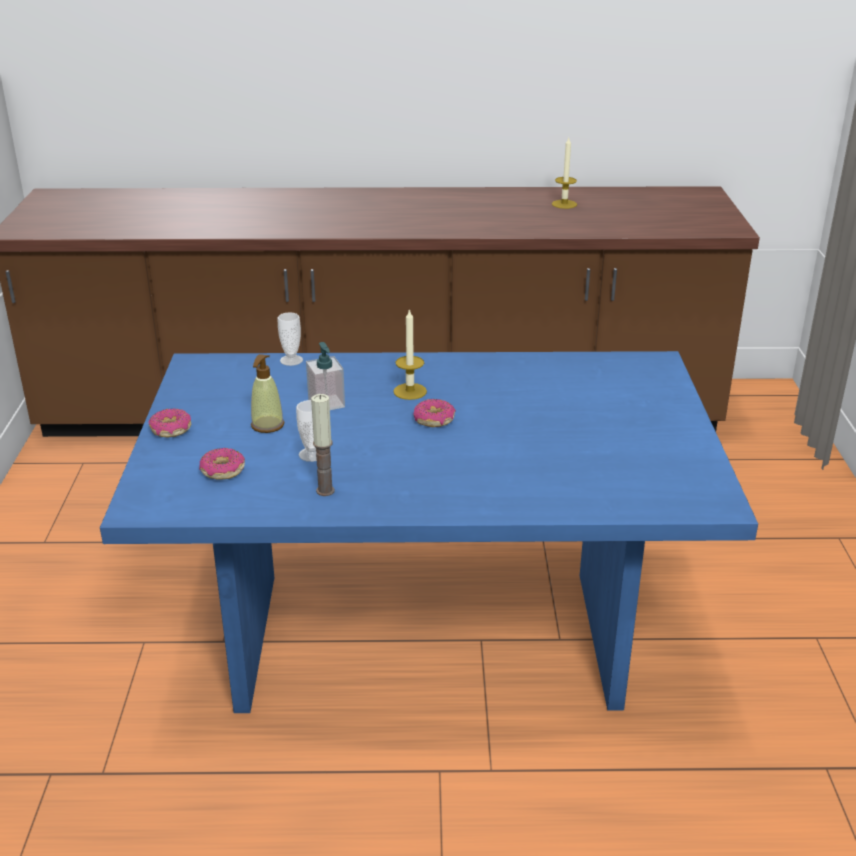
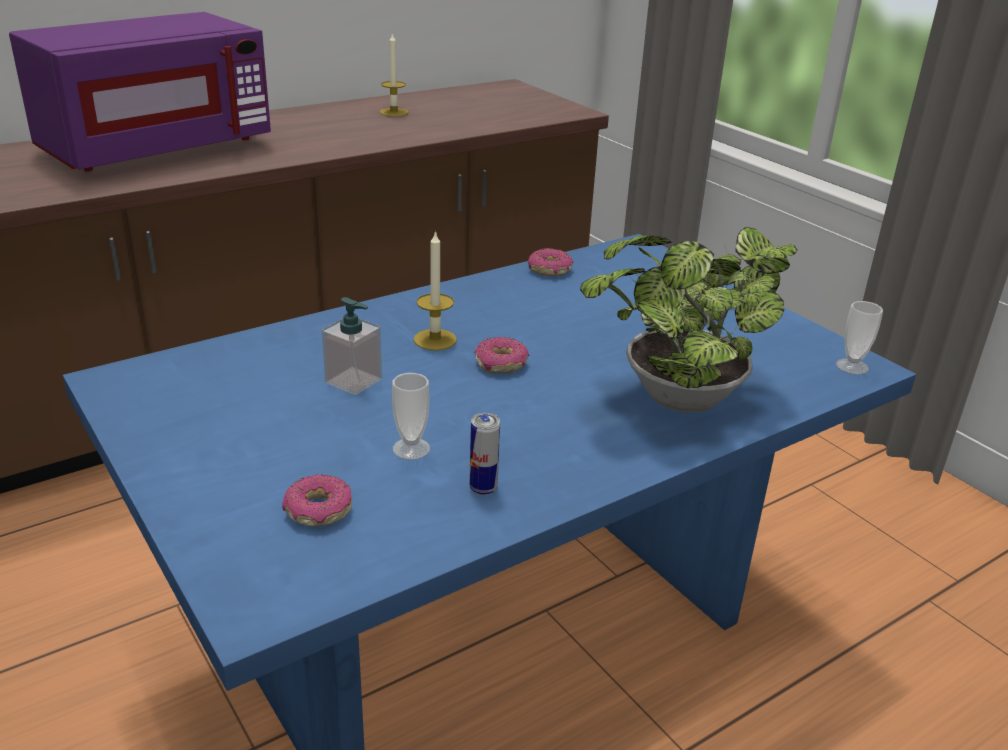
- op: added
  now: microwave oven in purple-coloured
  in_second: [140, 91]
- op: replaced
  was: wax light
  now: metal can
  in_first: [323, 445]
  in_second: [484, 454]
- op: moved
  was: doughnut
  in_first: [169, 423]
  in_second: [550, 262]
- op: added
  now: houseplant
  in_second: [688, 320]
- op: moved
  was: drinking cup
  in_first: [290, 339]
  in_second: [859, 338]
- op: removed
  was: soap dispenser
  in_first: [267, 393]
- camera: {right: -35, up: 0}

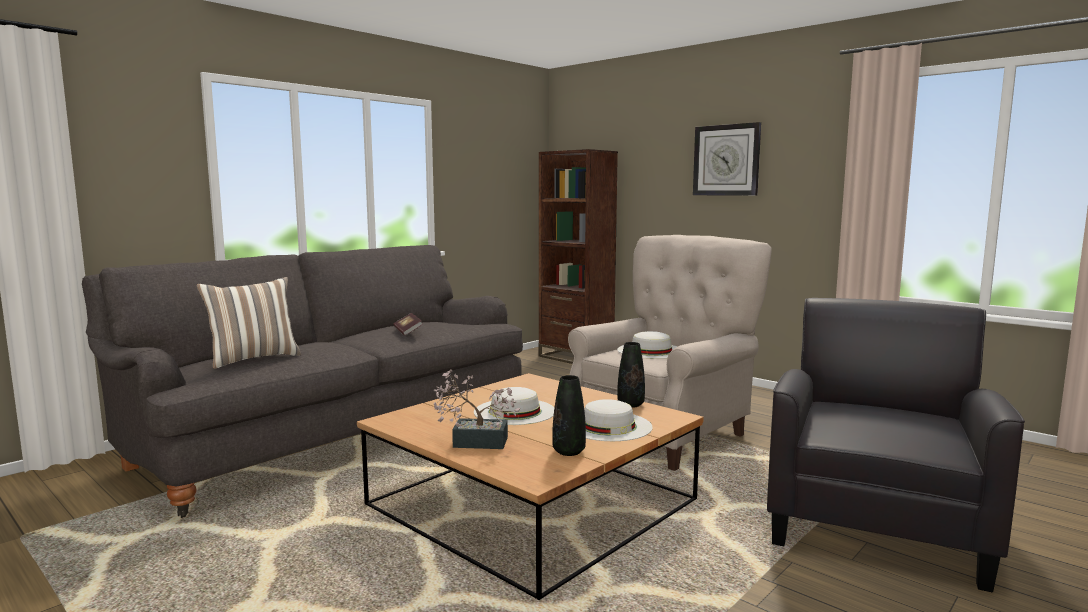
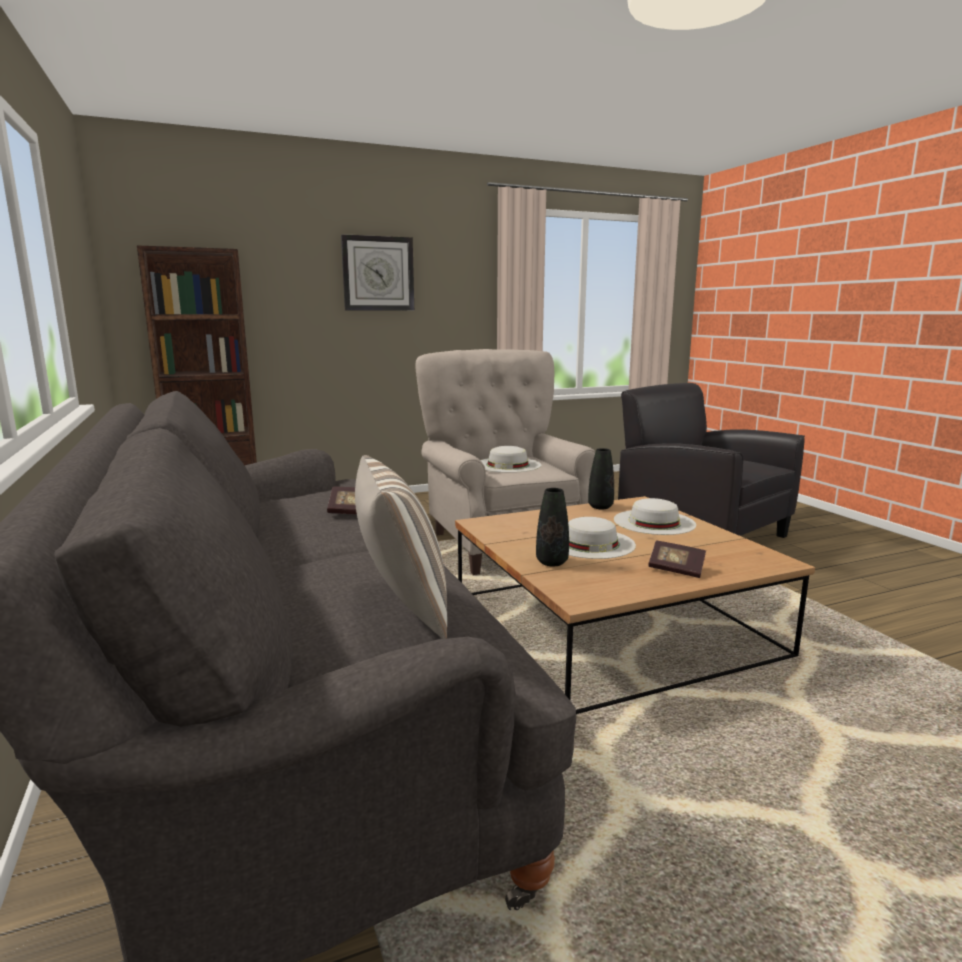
- op: moved
  was: decorative vase in blackish
  in_first: [569, 415]
  in_second: [552, 527]
- op: replaced
  was: houseplant
  now: bound book
  in_first: [477, 409]
  in_second: [677, 559]
- camera: {right: -65, up: 5}

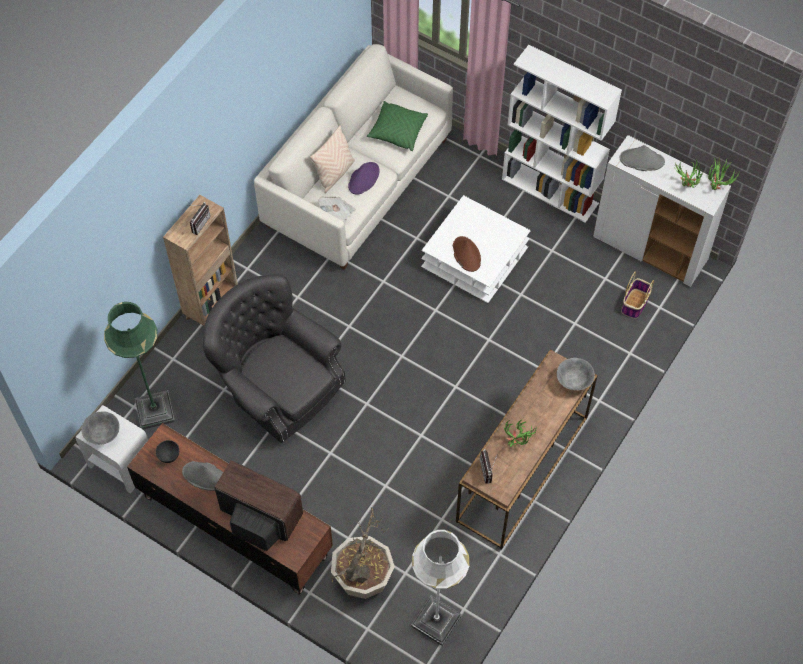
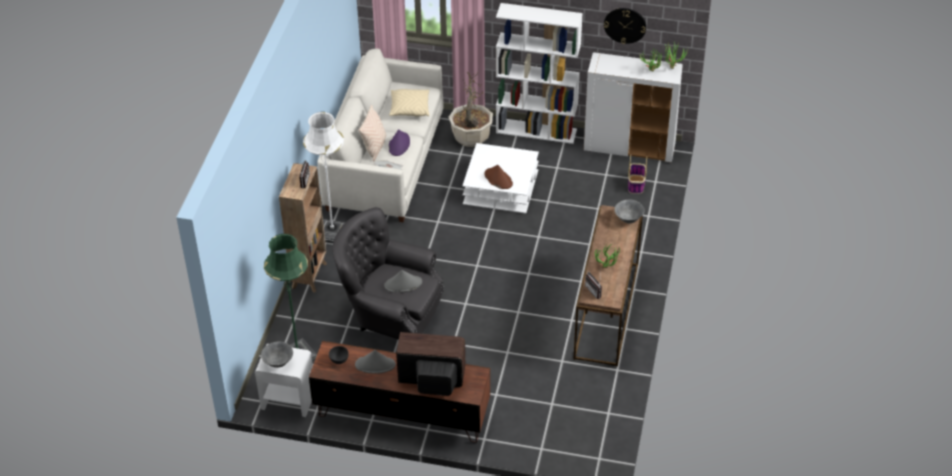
- op: moved
  was: standard lamp in white-coloured
  in_first: [440, 588]
  in_second: [324, 178]
- op: moved
  was: wearable hat in greyish
  in_first: [642, 158]
  in_second: [403, 281]
- op: recoloured
  was: throw pillow in greenish
  now: throw pillow in sand-coloured
  in_first: [397, 126]
  in_second: [409, 102]
- op: moved
  was: houseplant
  in_first: [363, 553]
  in_second: [470, 108]
- op: added
  now: wall clock
  in_second: [625, 26]
- camera: {right: -20, up: -15}

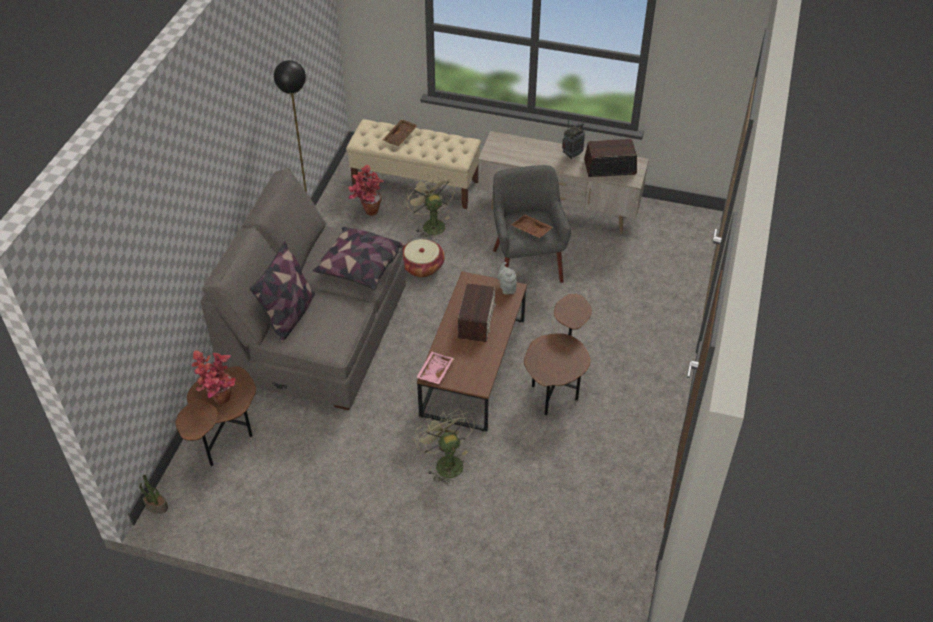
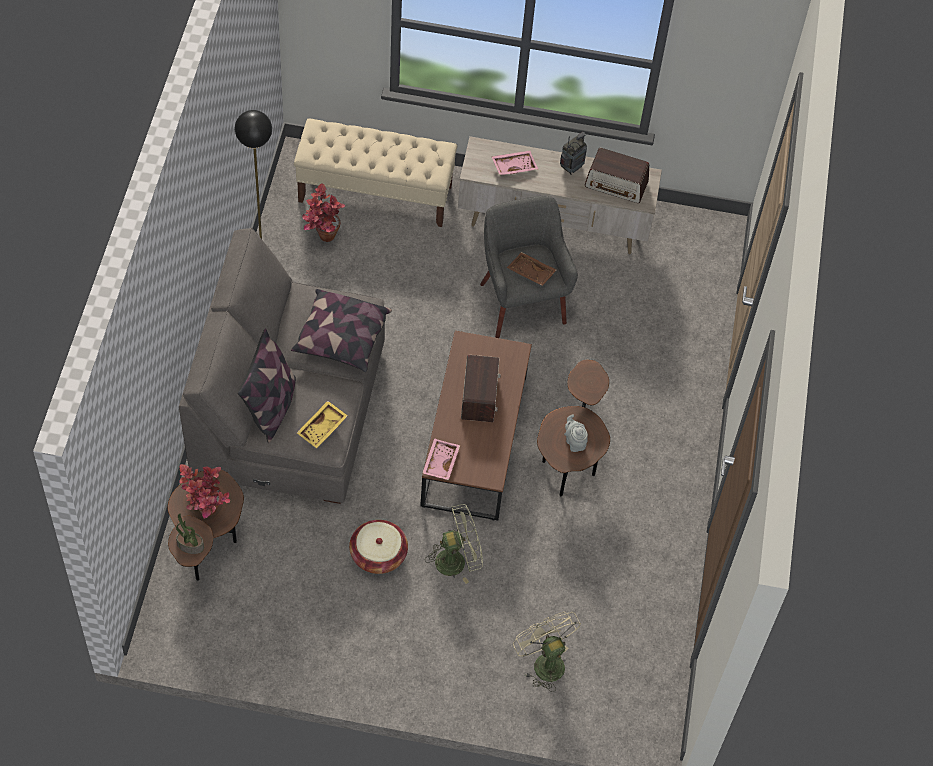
- op: moved
  was: houseplant
  in_first: [153, 494]
  in_second: [190, 534]
- op: added
  now: serving tray in yellow-coloured
  in_second: [322, 424]
- op: moved
  was: storage basket
  in_first: [423, 258]
  in_second: [378, 547]
- op: turned
  was: fan in greenish
  in_first: [445, 447]
  in_second: [454, 544]
  clockwise: 105
- op: added
  now: serving tray in pink
  in_second: [514, 163]
- op: moved
  was: fan in sand-coloured
  in_first: [430, 207]
  in_second: [547, 652]
- op: moved
  was: pot for tea in greyish
  in_first: [507, 278]
  in_second: [576, 433]
- op: turned
  was: radio set
  in_first: [610, 158]
  in_second: [617, 175]
  clockwise: -150
- op: removed
  was: serving tray in brown
  in_first: [400, 132]
- camera: {right: -10, up: 10}

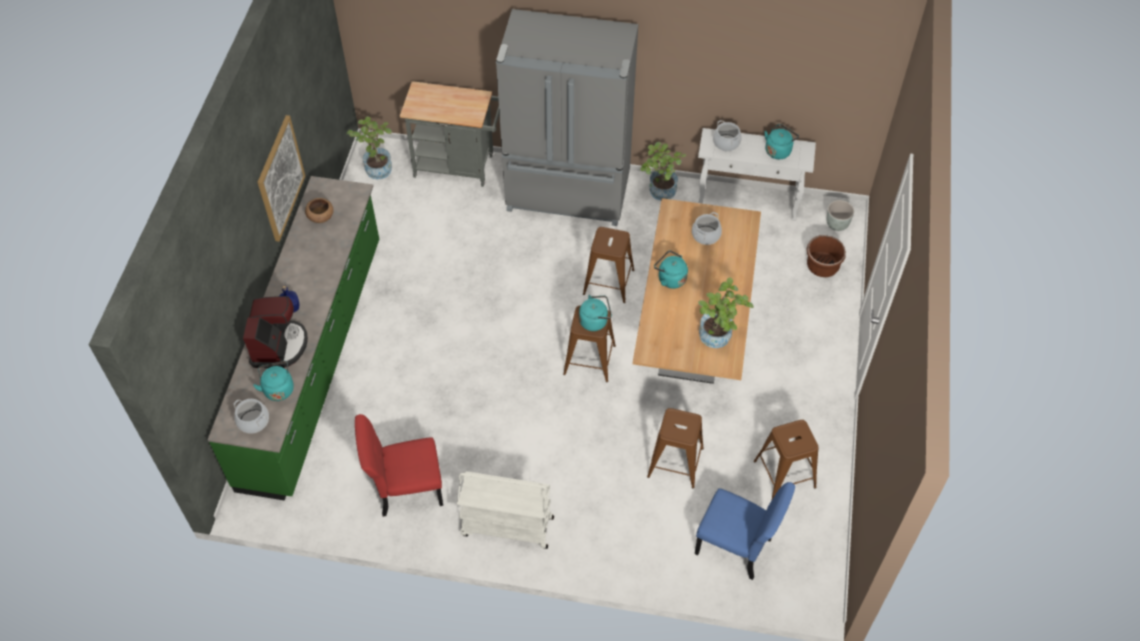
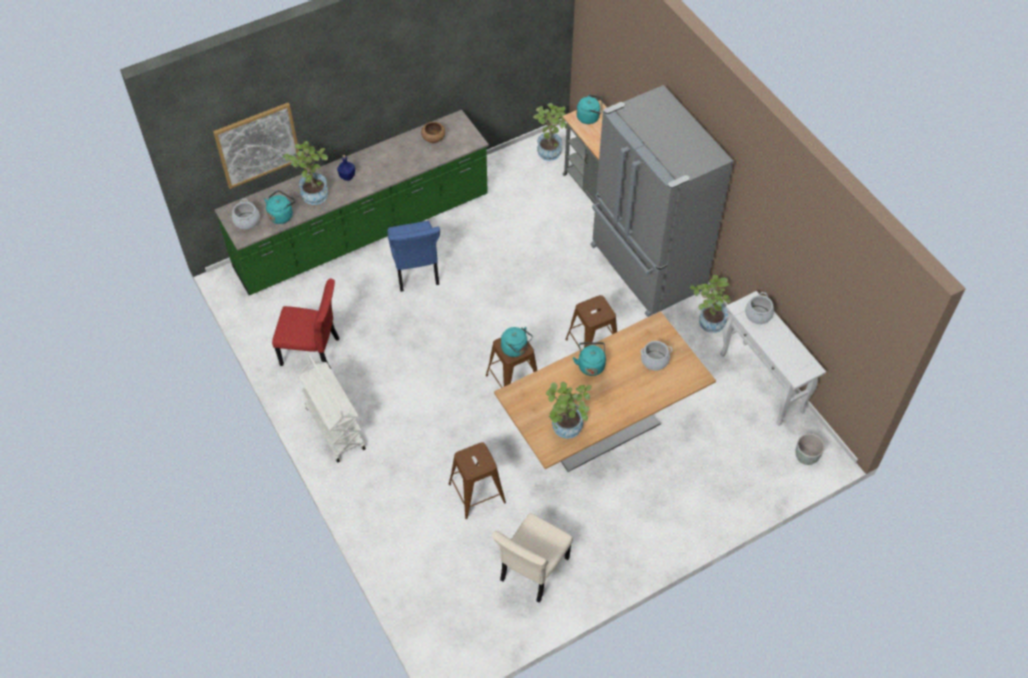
- op: moved
  was: wall art
  in_first: [281, 178]
  in_second: [256, 146]
- op: turned
  was: chair in red-coloured
  in_first: [399, 465]
  in_second: [305, 324]
  clockwise: 150
- op: replaced
  was: coffee maker
  now: houseplant
  in_first: [275, 332]
  in_second: [305, 173]
- op: moved
  was: chair in blue
  in_first: [745, 531]
  in_second: [413, 256]
- op: replaced
  was: stool in brown
  now: chair in sand-coloured
  in_first: [786, 459]
  in_second: [532, 558]
- op: moved
  was: water kettle in blue-green
  in_first: [781, 141]
  in_second: [589, 109]
- op: removed
  was: flower pot in brown
  in_first: [826, 256]
- camera: {right: 50, up: 0}

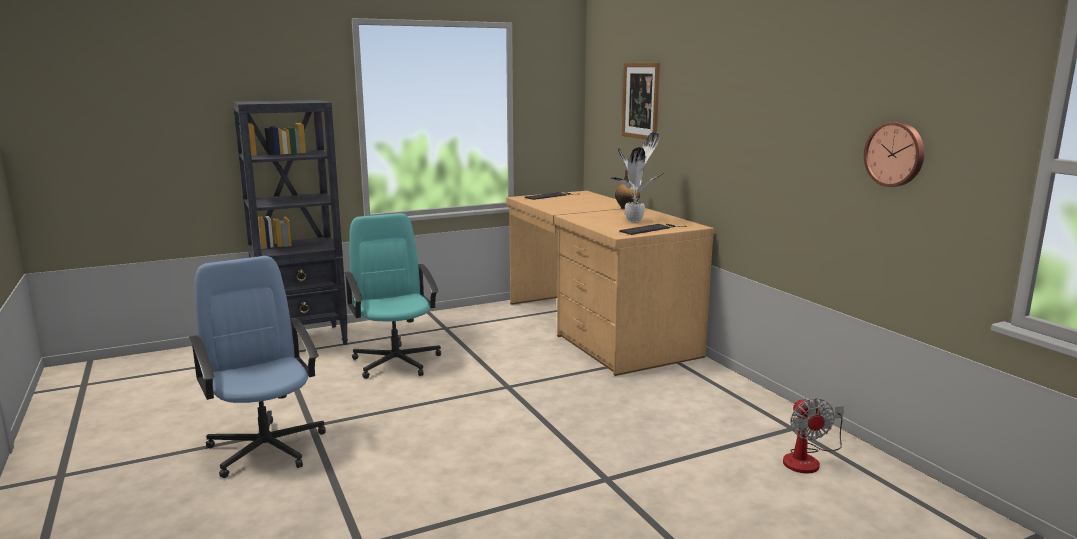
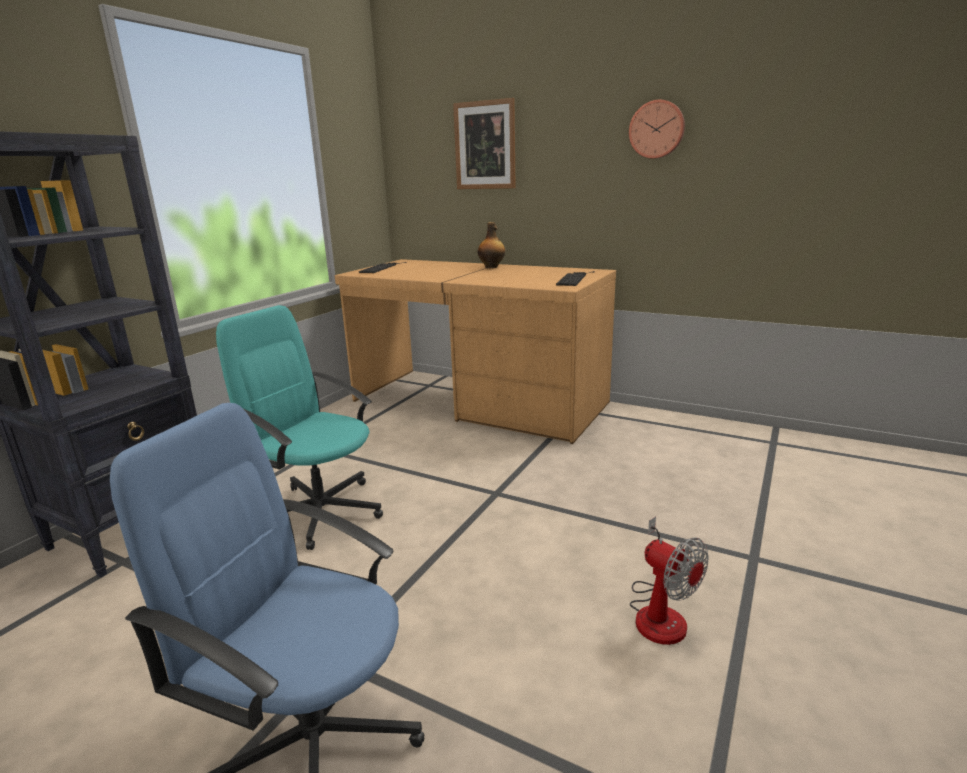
- op: moved
  was: wall clock
  in_first: [894, 154]
  in_second: [657, 129]
- op: moved
  was: fan
  in_first: [813, 435]
  in_second: [669, 580]
- op: removed
  was: houseplant
  in_first: [638, 177]
- camera: {right: -35, up: 5}

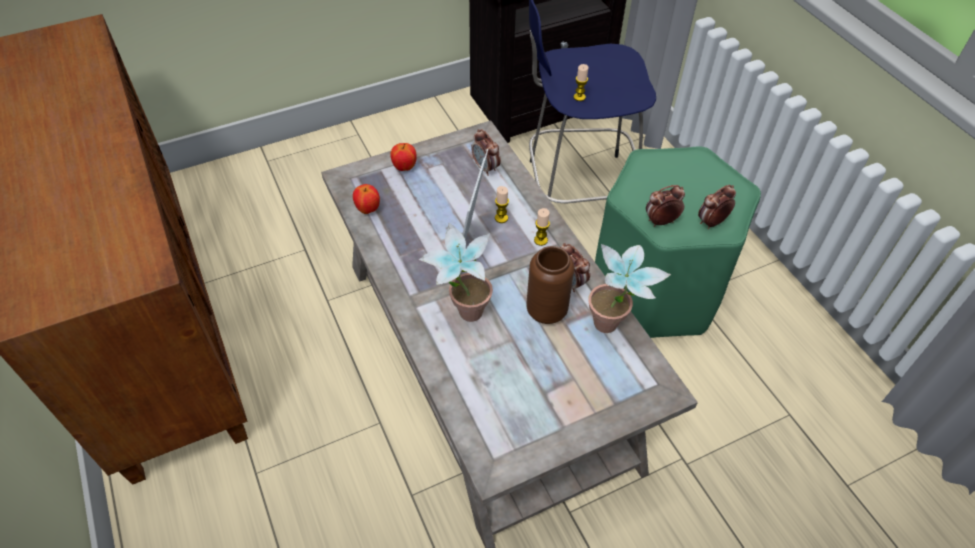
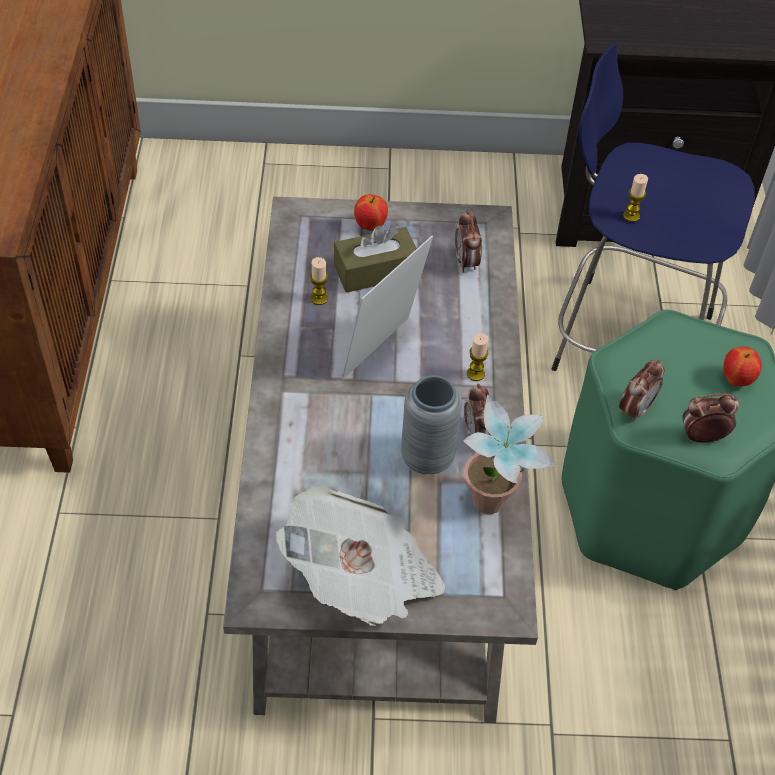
- op: added
  now: daily paper
  in_second: [360, 556]
- op: moved
  was: wax light
  in_first: [502, 204]
  in_second: [319, 281]
- op: added
  now: box of tissues in brown
  in_second: [375, 259]
- op: recoloured
  was: decorative vase in brown
  now: decorative vase in greyish
  in_first: [550, 285]
  in_second: [431, 425]
- op: turned
  was: table clock
  in_first: [665, 206]
  in_second: [642, 391]
  clockwise: 120
- op: moved
  was: apple fruit
  in_first: [366, 199]
  in_second: [743, 366]
- op: removed
  was: houseplant
  in_first: [456, 272]
- camera: {right: 25, up: 0}

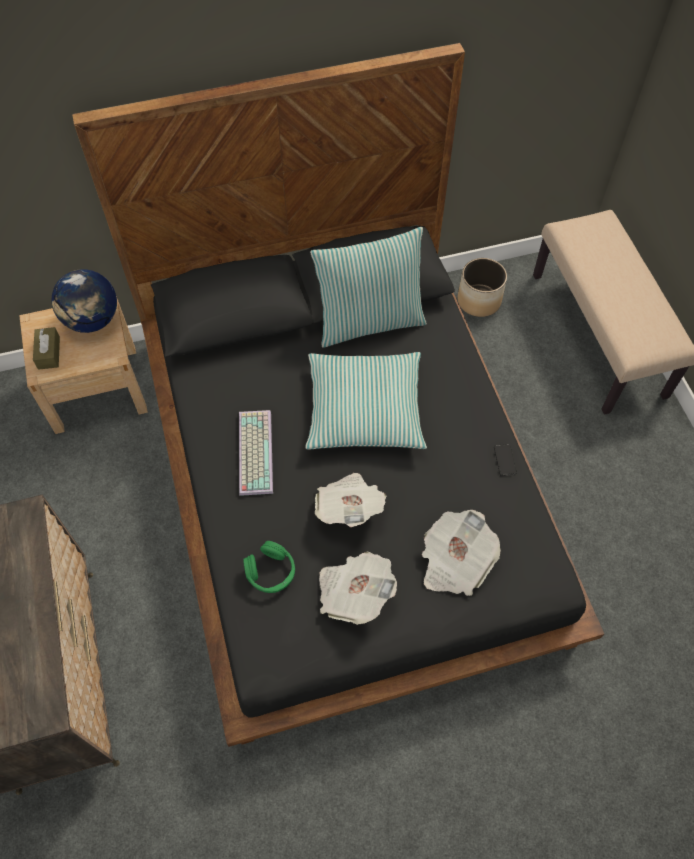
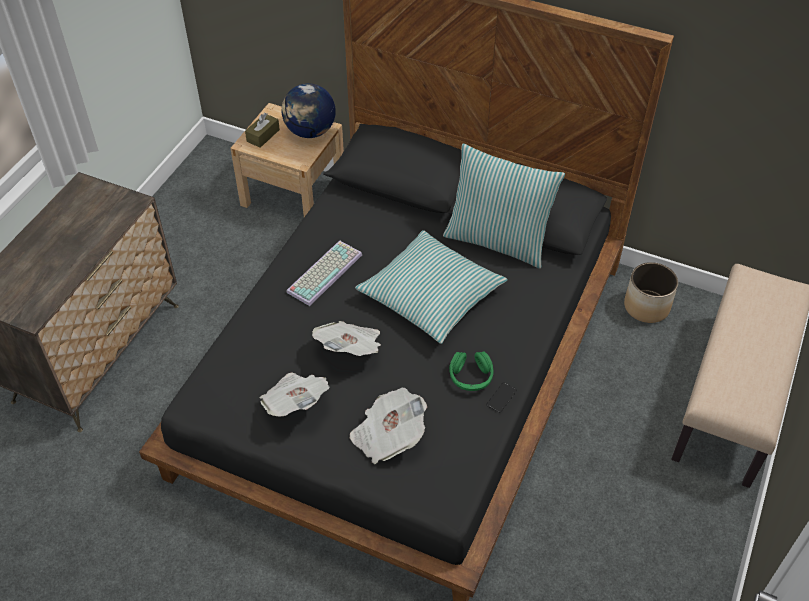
- op: moved
  was: headphones in greenish
  in_first: [269, 567]
  in_second: [471, 371]
- camera: {right: 40, up: -10}

